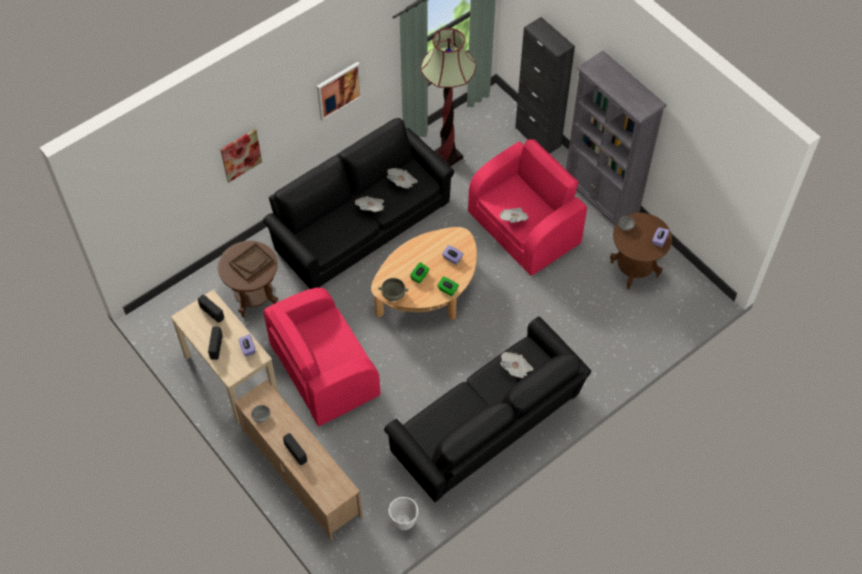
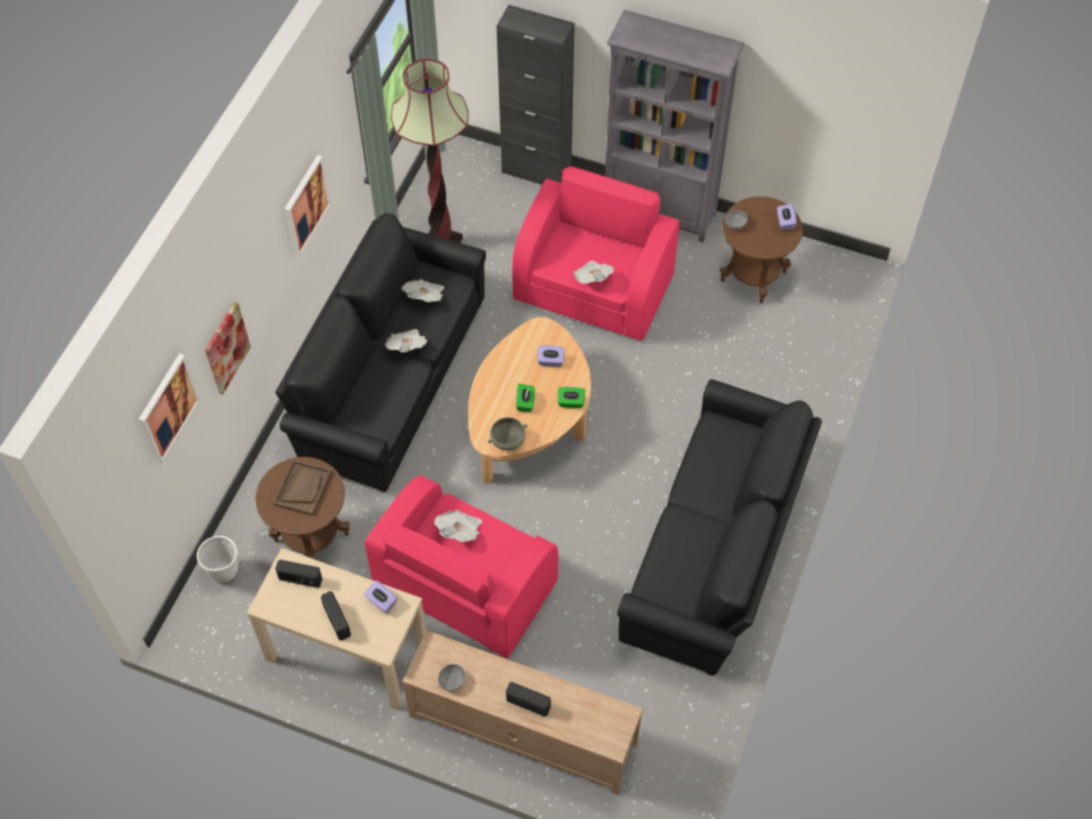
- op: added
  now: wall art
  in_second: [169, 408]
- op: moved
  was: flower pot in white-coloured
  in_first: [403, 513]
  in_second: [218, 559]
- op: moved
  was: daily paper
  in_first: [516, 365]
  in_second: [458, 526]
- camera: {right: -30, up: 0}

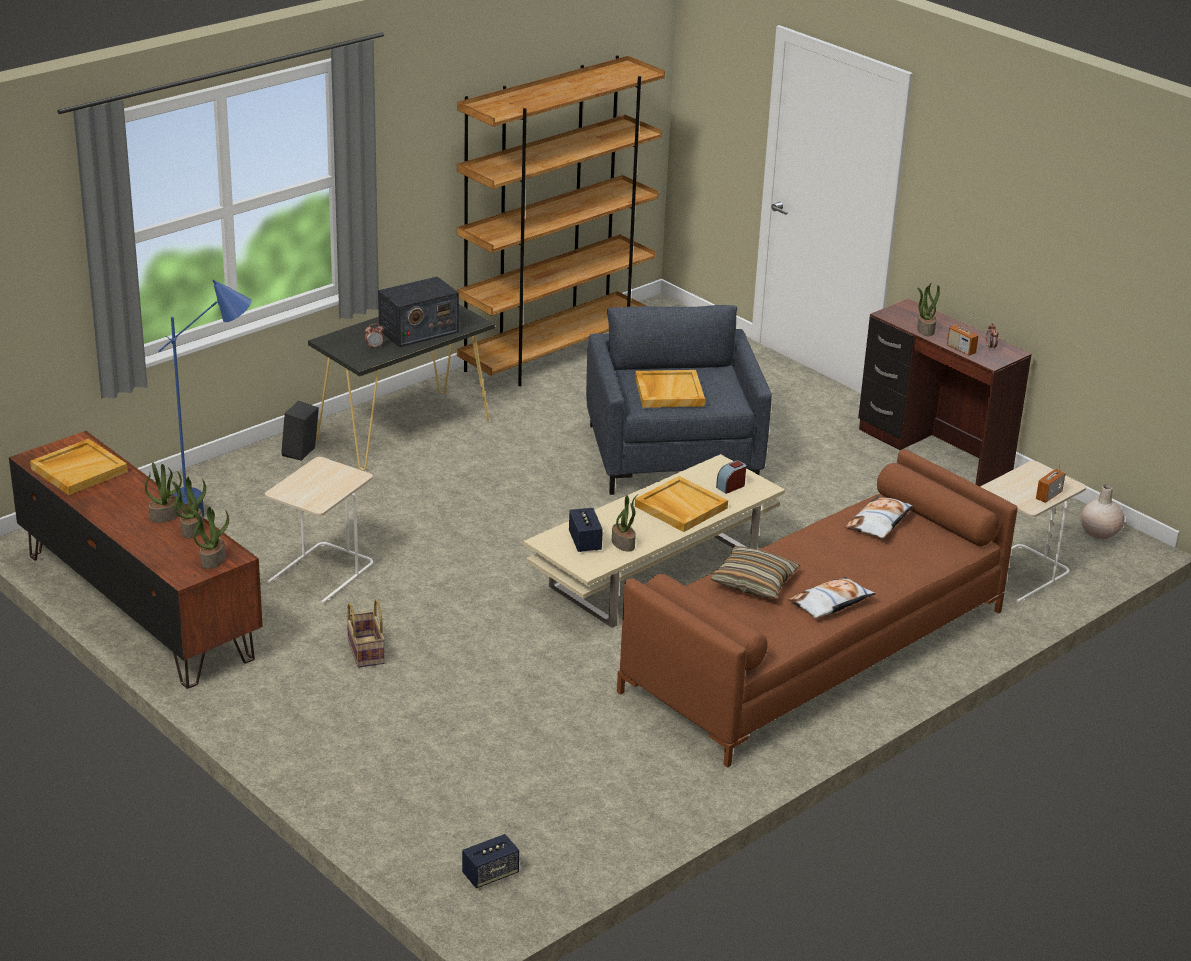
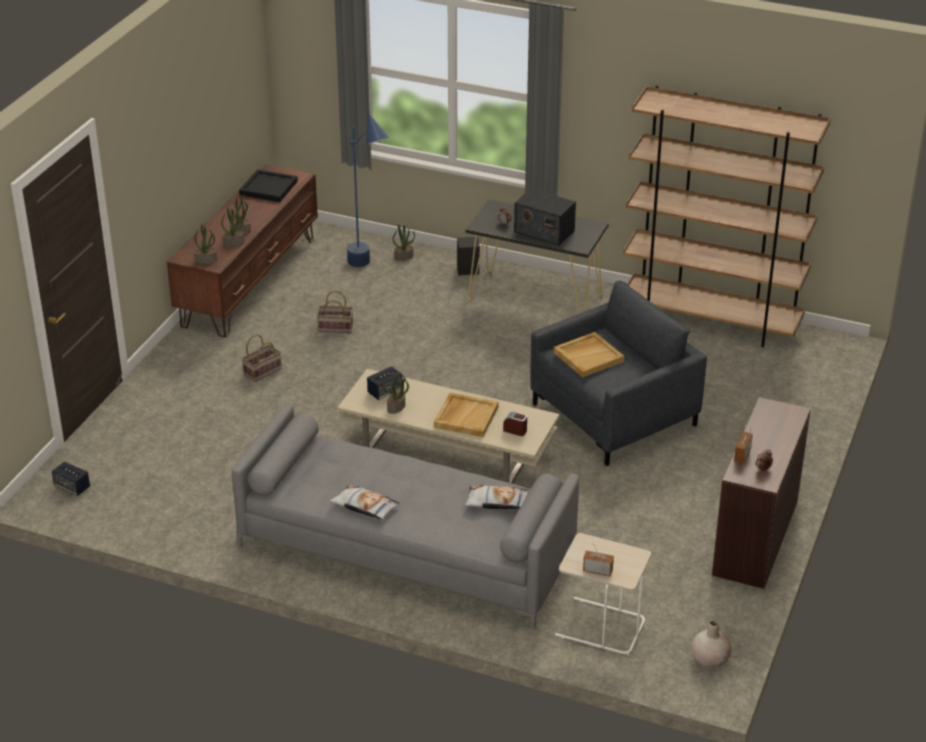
- op: recoloured
  was: sofa in brown
  now: sofa in greyish
  in_first: [817, 608]
  in_second: [405, 516]
- op: recoloured
  was: serving tray in sand-coloured
  now: serving tray in blackish
  in_first: [79, 467]
  in_second: [268, 185]
- op: replaced
  was: side table in sand-coloured
  now: storage basket
  in_first: [319, 530]
  in_second: [335, 312]
- op: moved
  was: houseplant
  in_first: [928, 309]
  in_second: [404, 242]
- op: removed
  was: throw pillow
  in_first: [755, 572]
- camera: {right: 65, up: 5}

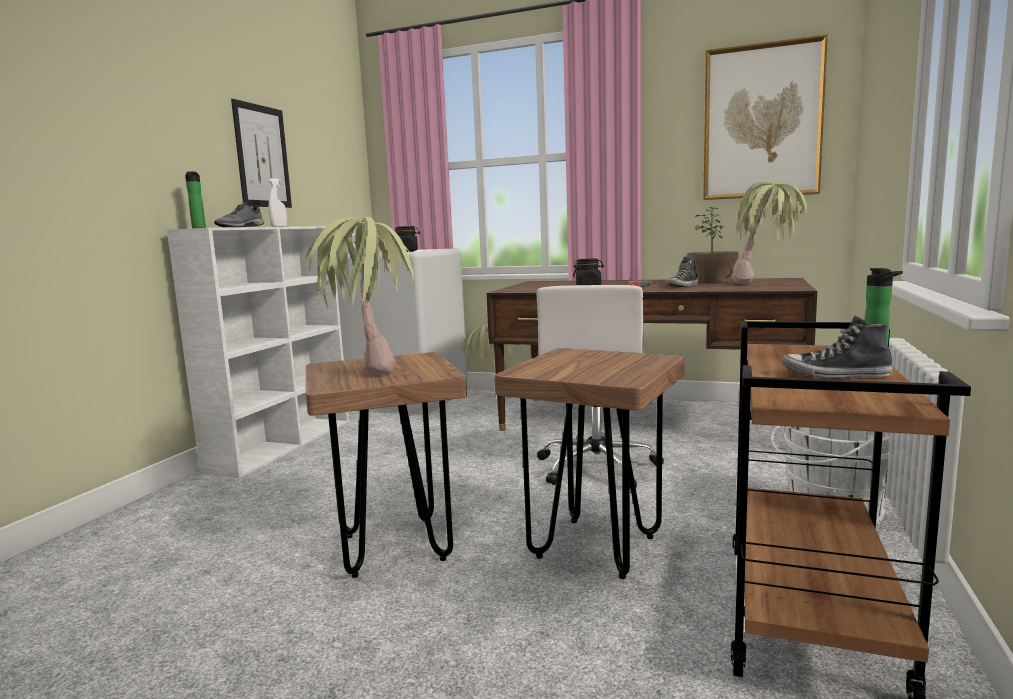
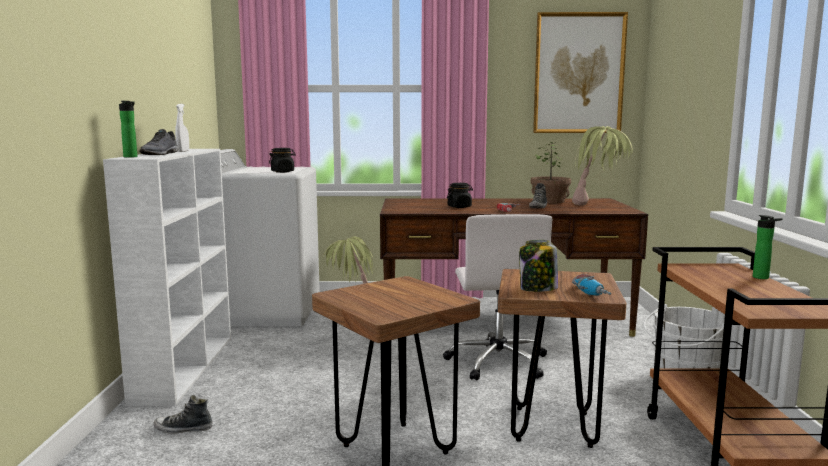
- op: moved
  was: shoe
  in_first: [837, 346]
  in_second: [183, 414]
- op: added
  now: jar
  in_second: [538, 266]
- op: added
  now: power drill
  in_second: [591, 285]
- op: removed
  was: wall art
  in_first: [261, 153]
- op: removed
  was: houseplant
  in_first: [359, 295]
- camera: {right: -20, up: 0}

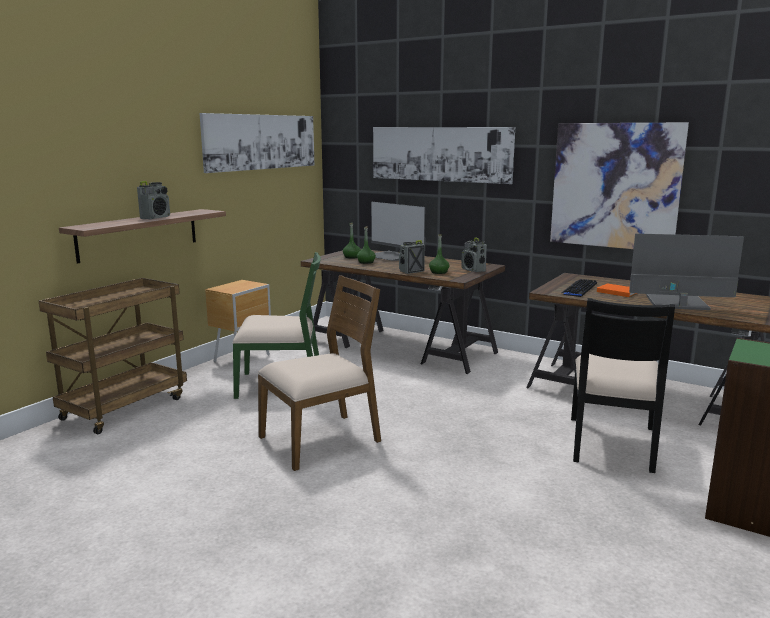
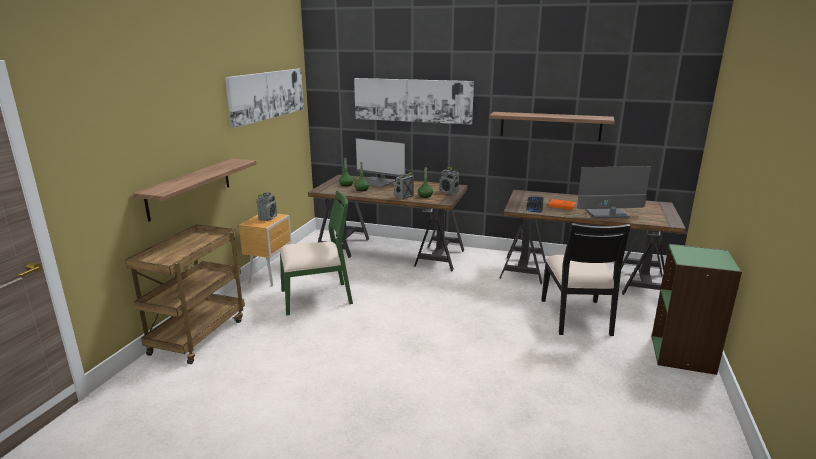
- op: moved
  was: radio set
  in_first: [153, 200]
  in_second: [267, 206]
- op: replaced
  was: wall art
  now: bracket shelf
  in_first: [619, 186]
  in_second: [552, 126]
- op: removed
  was: chair in brown
  in_first: [319, 373]
- camera: {right: -15, up: 5}

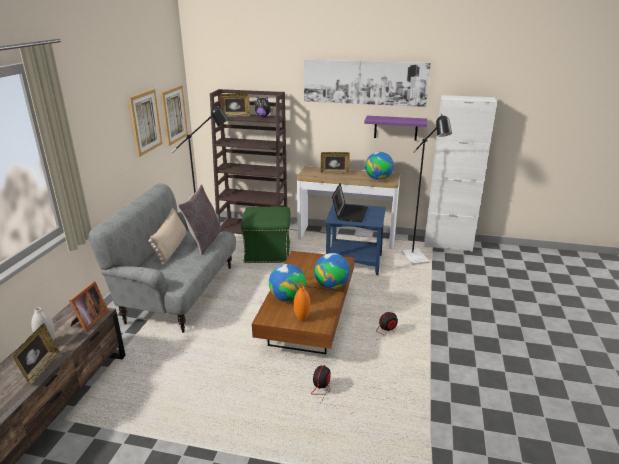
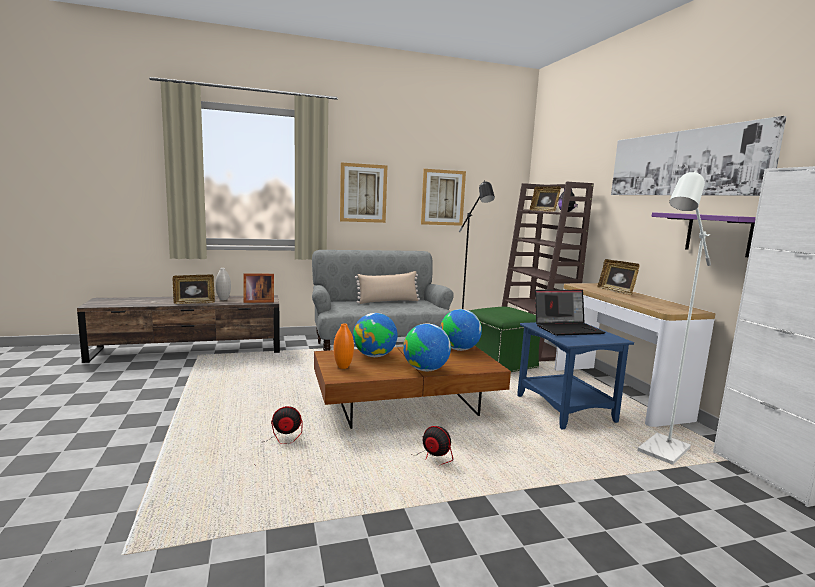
- op: moved
  was: wall art
  in_first: [174, 115]
  in_second: [363, 192]
- op: moved
  was: desk globe
  in_first: [379, 166]
  in_second: [461, 330]
- op: recoloured
  was: standard lamp in blackish
  now: standard lamp in white-coloured
  in_first: [427, 189]
  in_second: [674, 317]
- op: removed
  was: throw pillow in greyish
  in_first: [200, 220]
- camera: {right: 60, up: -15}

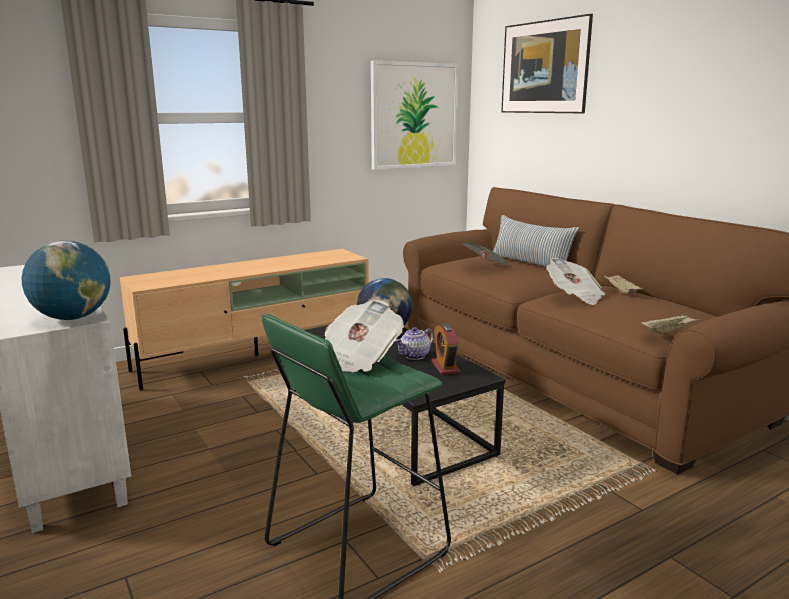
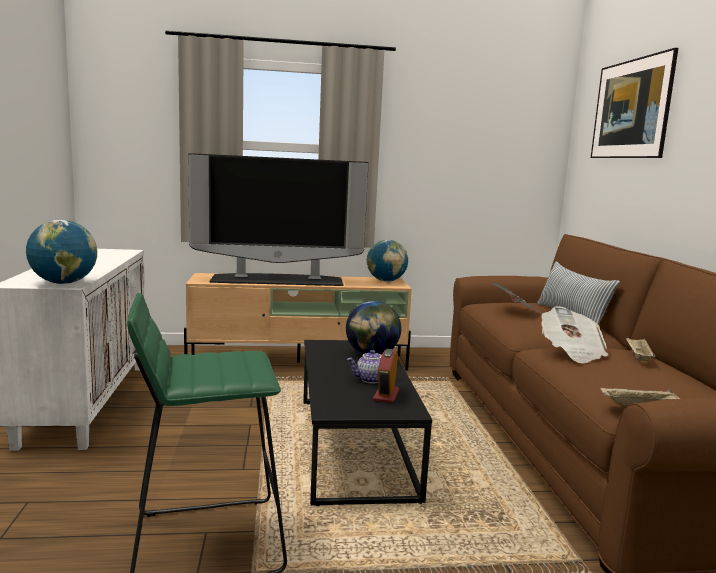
- op: added
  now: television
  in_second: [278, 219]
- op: added
  now: desk globe
  in_second: [387, 261]
- op: removed
  was: daily paper
  in_first: [364, 336]
- op: removed
  was: wall art
  in_first: [415, 115]
- camera: {right: 25, up: -5}

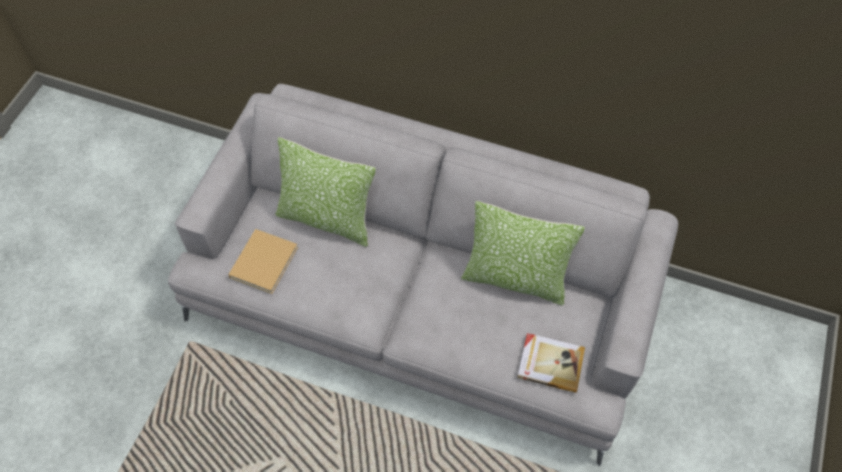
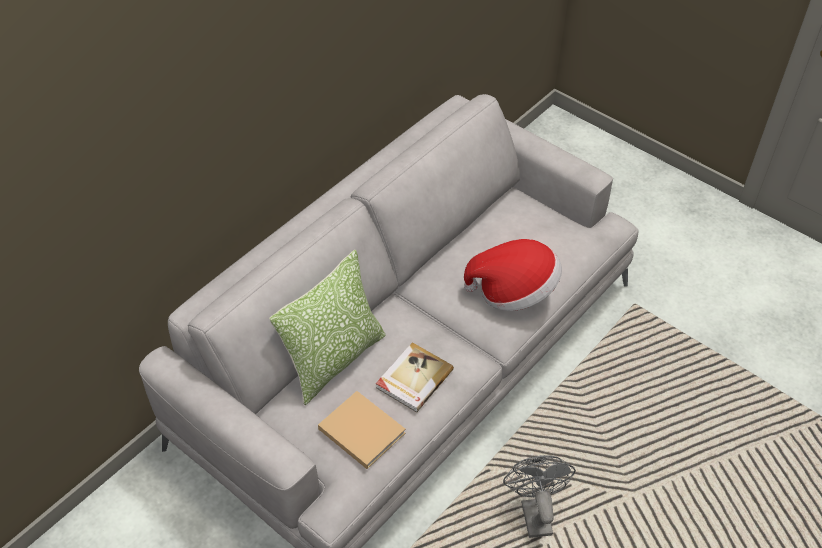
- op: moved
  was: bound book
  in_first: [551, 363]
  in_second: [415, 377]
- op: added
  now: wearable hat
  in_second: [513, 275]
- op: added
  now: fan in greyish
  in_second: [539, 496]
- op: removed
  was: throw pillow
  in_first: [523, 253]
- camera: {right: -70, up: -10}

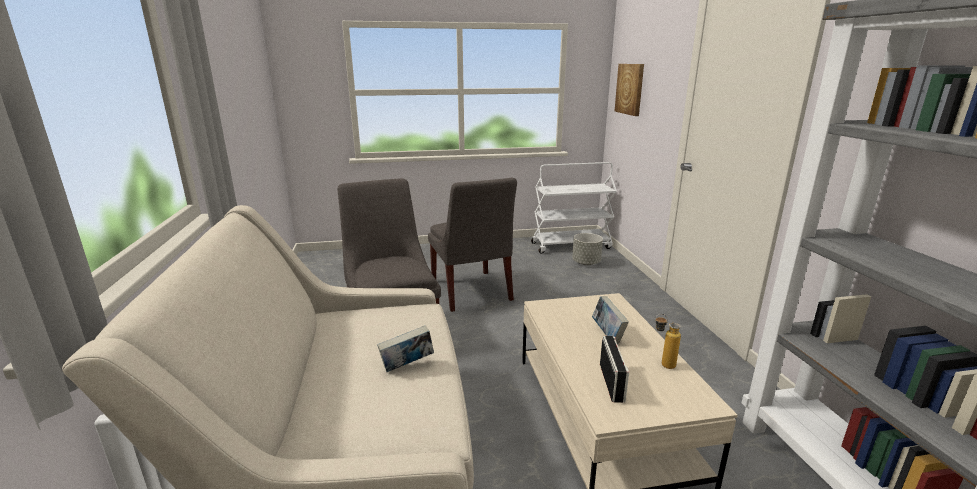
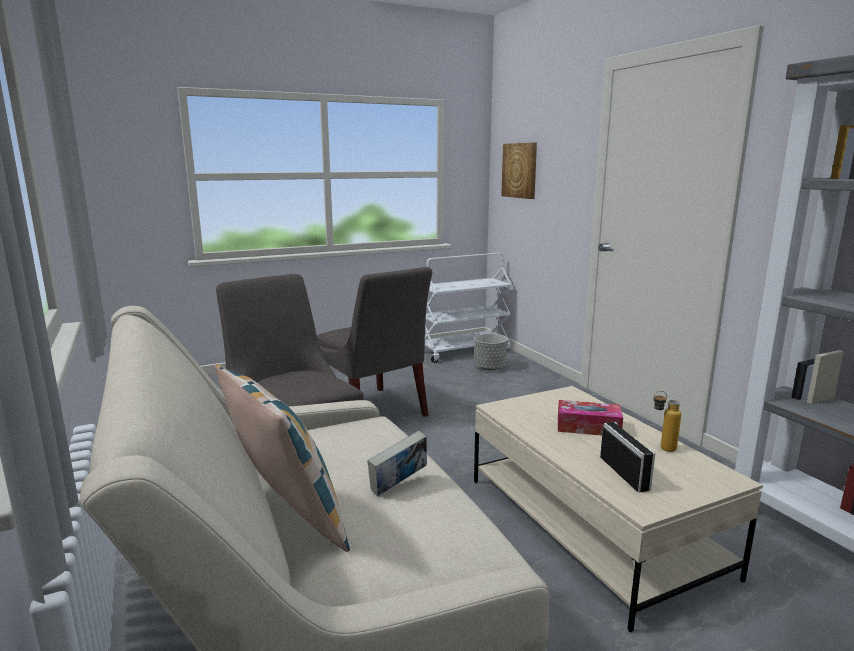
- op: added
  now: throw pillow
  in_second: [282, 458]
- op: replaced
  was: bound book
  now: box of tissues
  in_first: [610, 320]
  in_second: [590, 418]
- camera: {right: -15, up: -5}

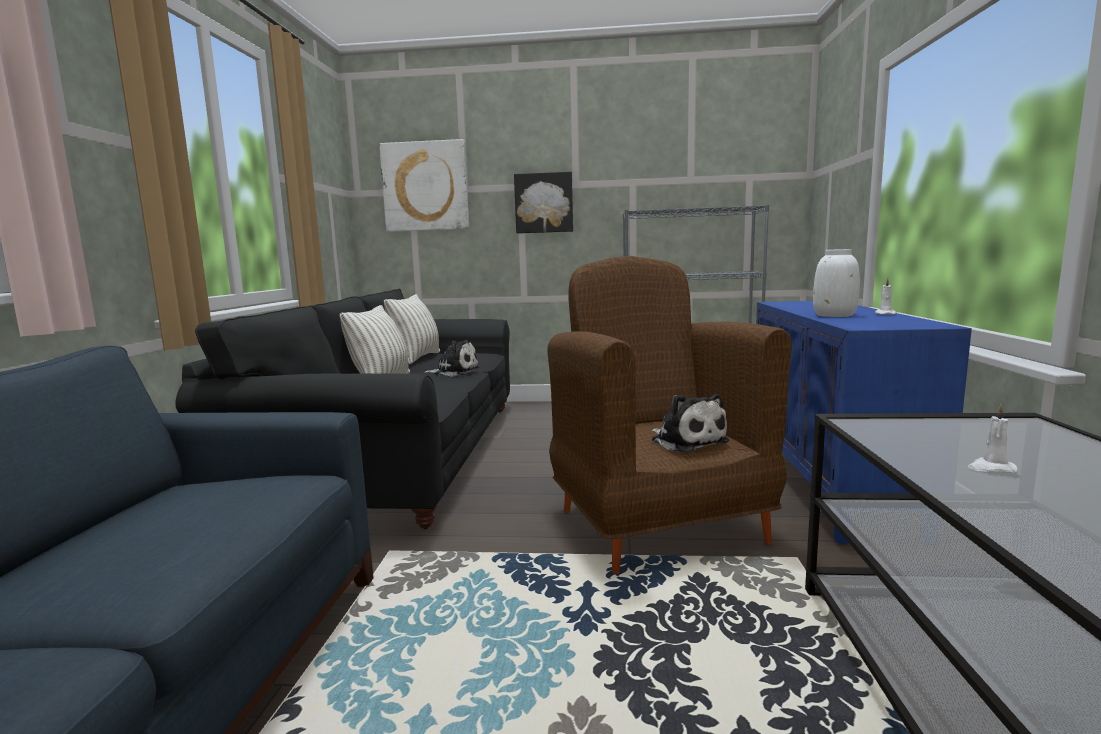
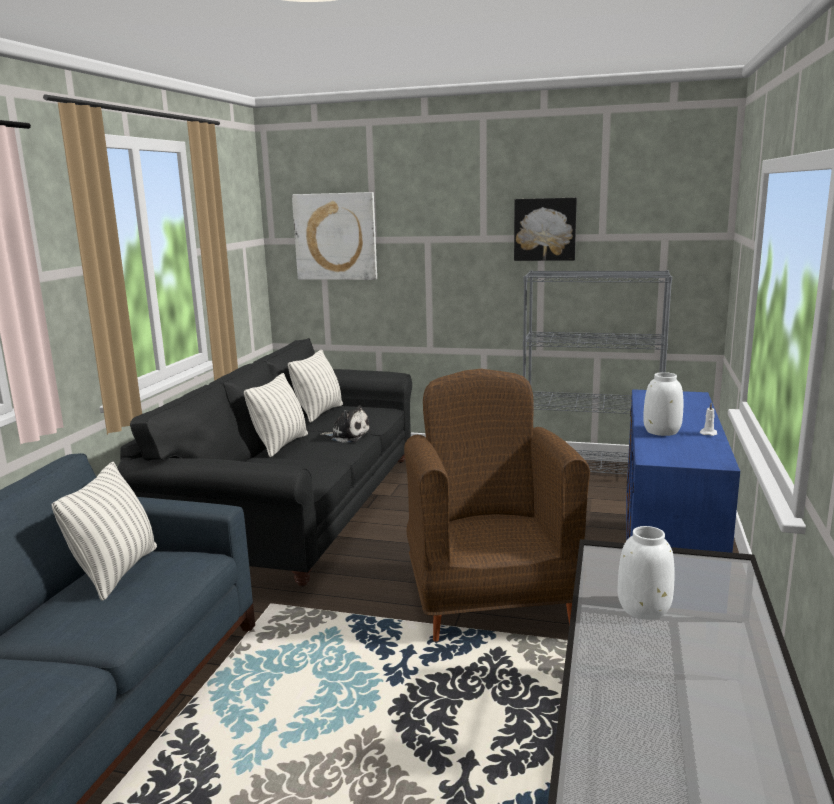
- op: added
  now: throw pillow
  in_second: [104, 531]
- op: moved
  was: wall art
  in_first: [543, 202]
  in_second: [545, 229]
- op: replaced
  was: wax light in white-coloured
  now: decorative vase in white-coloured
  in_first: [993, 439]
  in_second: [646, 573]
- op: removed
  was: cuddly toy
  in_first: [690, 423]
- camera: {right: 10, up: 5}

